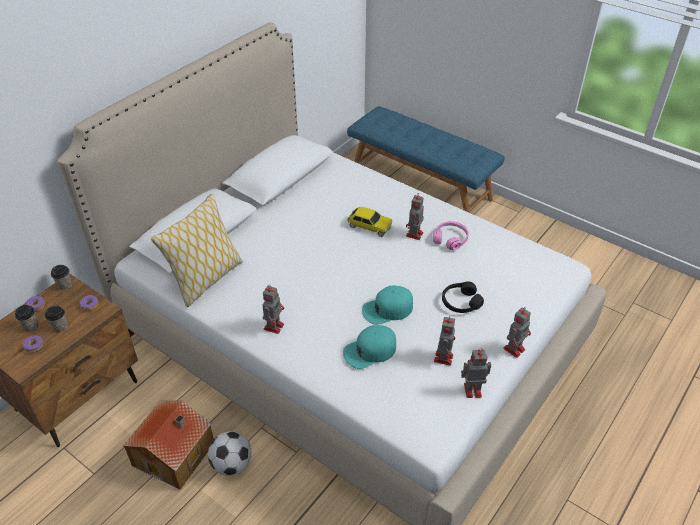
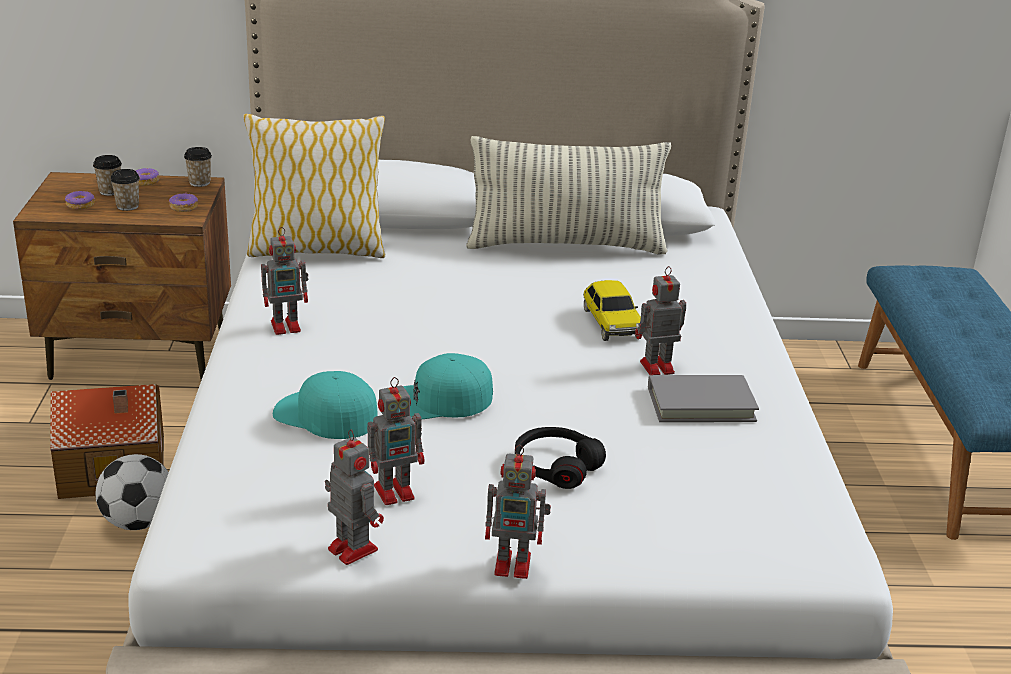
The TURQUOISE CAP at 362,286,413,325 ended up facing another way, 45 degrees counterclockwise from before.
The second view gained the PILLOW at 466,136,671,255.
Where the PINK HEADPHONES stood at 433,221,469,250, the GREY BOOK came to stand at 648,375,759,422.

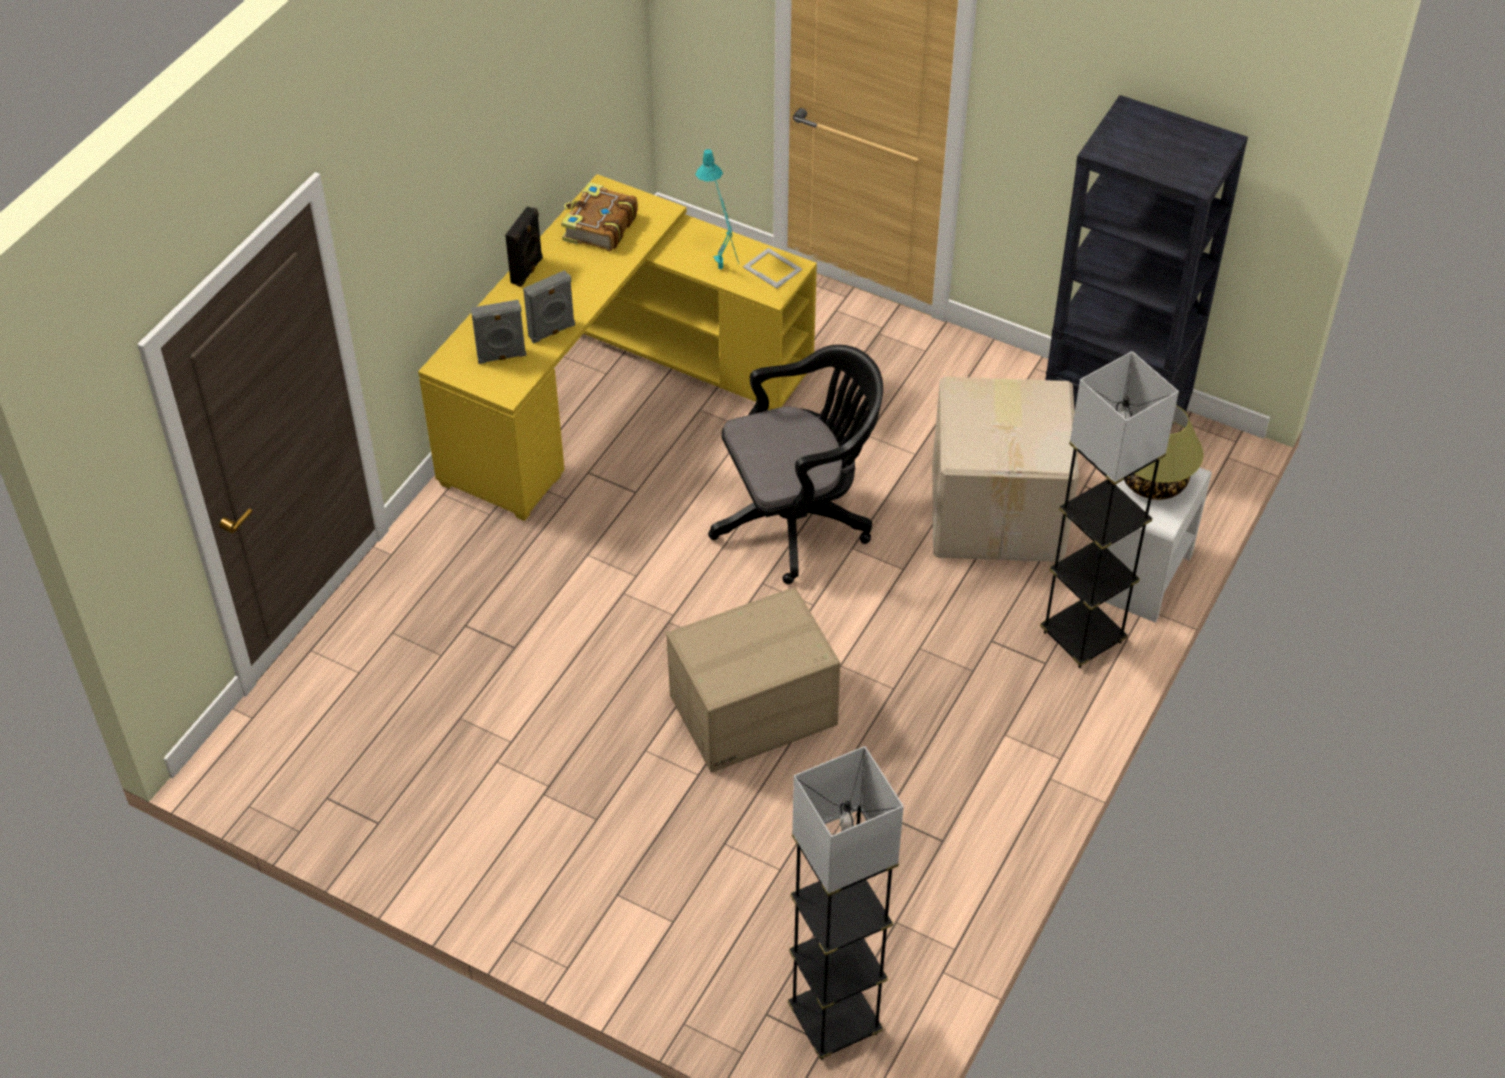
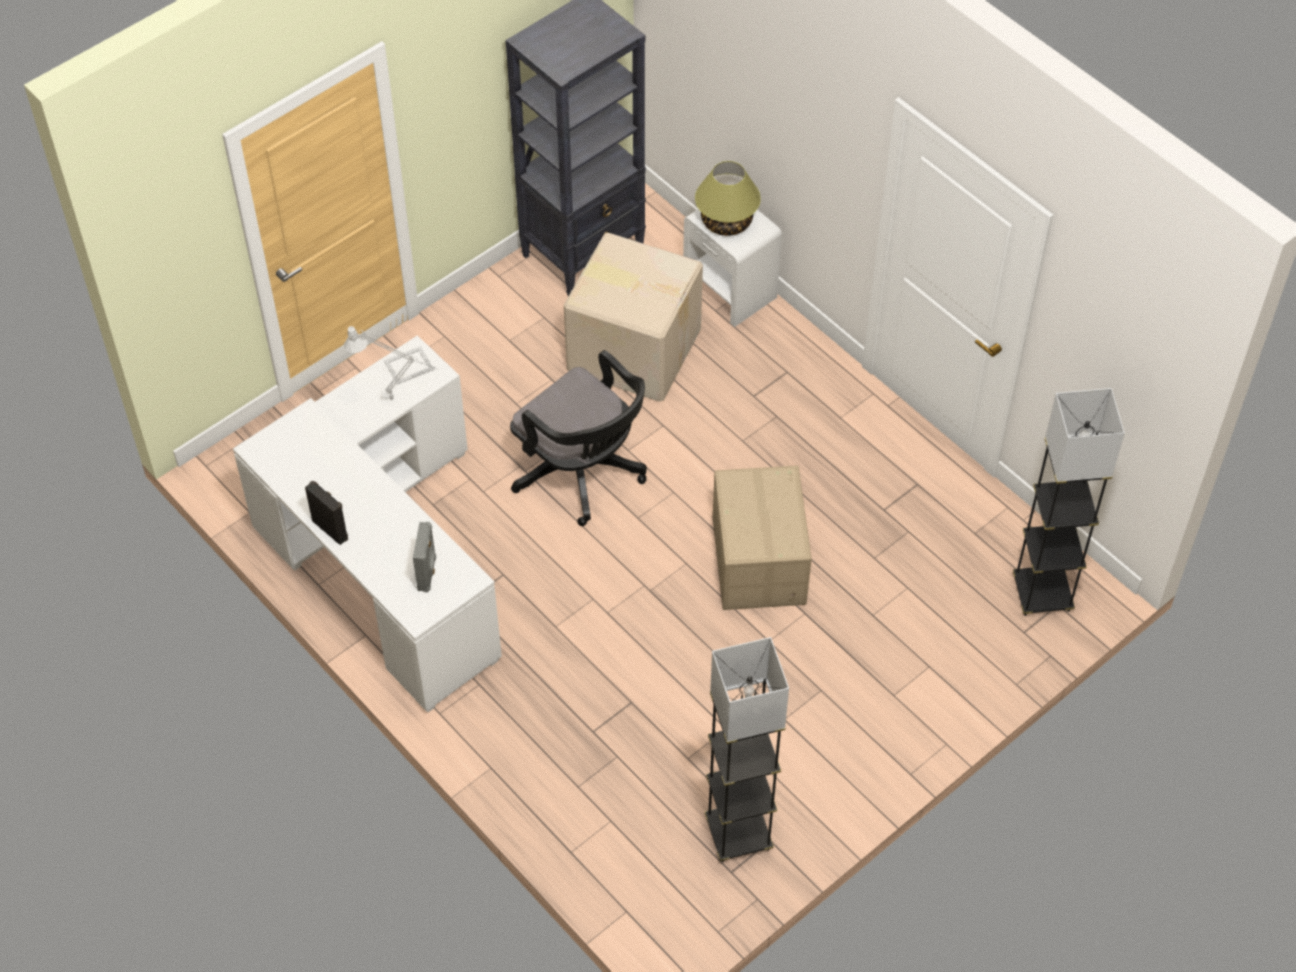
What was the YELLOW DESK at 418,174,817,521 turned into the WHITE DESK at 233,335,502,712.
What was the TURQUOISE TABLE LAMP at 695,149,739,269 turned into the GREY TABLE LAMP at 344,326,439,400.
The BLACK OFFICE CHAIR at 708,345,883,584 ended up facing another way, 135 degrees clockwise from before.
The GREY FLOOR LAMP ended up elsewhere, having gone from 1040,351,1179,668 to 705,637,789,862.
The second view lost the GREY SPEAKER at 523,270,575,344.
The second view lost the BOOK at 561,182,638,252.

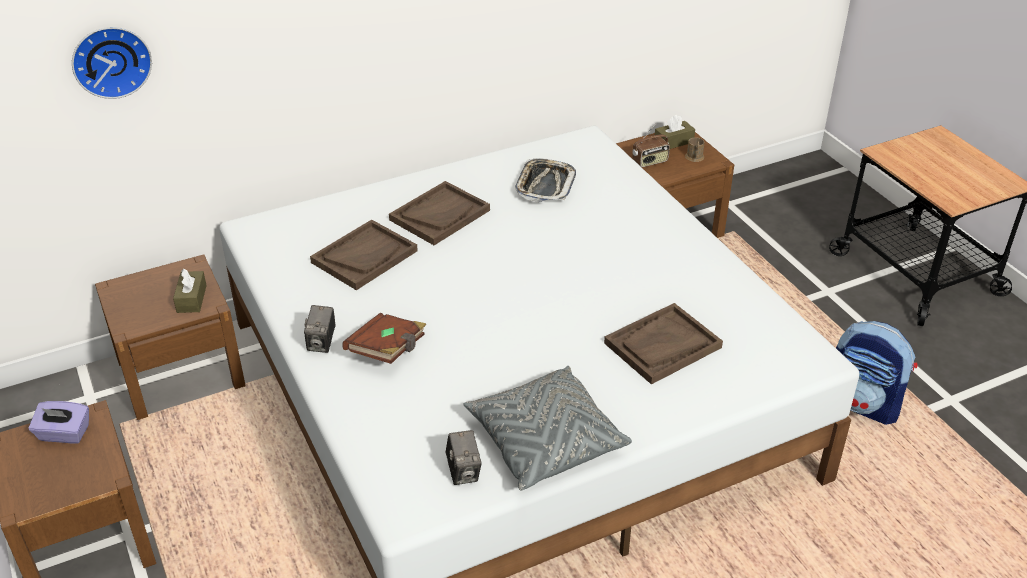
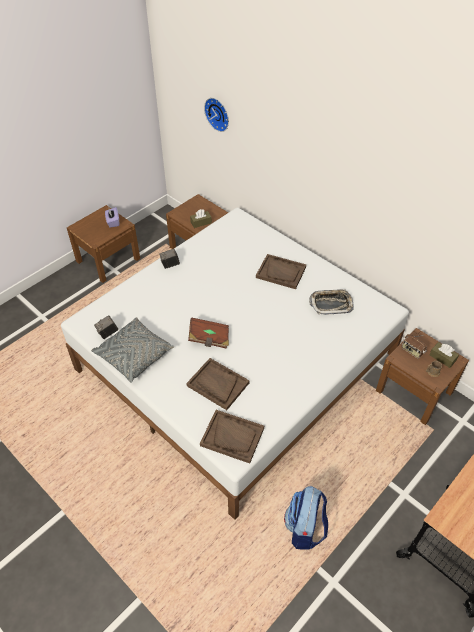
The BROWN BOOK ended up elsewhere, having gone from 342,313,427,364 to 188,317,229,349.
The BROWN TRAY ended up elsewhere, having gone from 310,220,418,290 to 200,410,264,464.

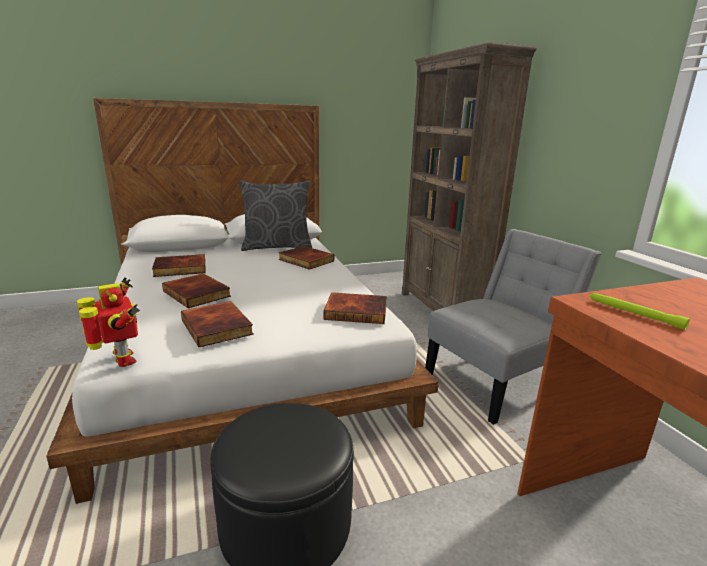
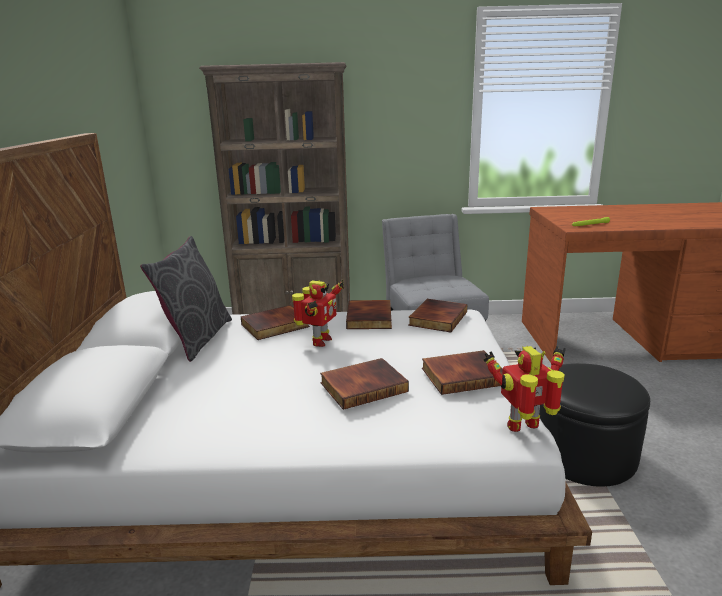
The second view gained the TOY ROBOT at 292,280,344,347.
The BOOK ended up elsewhere, having gone from 152,254,205,277 to 346,300,392,329.

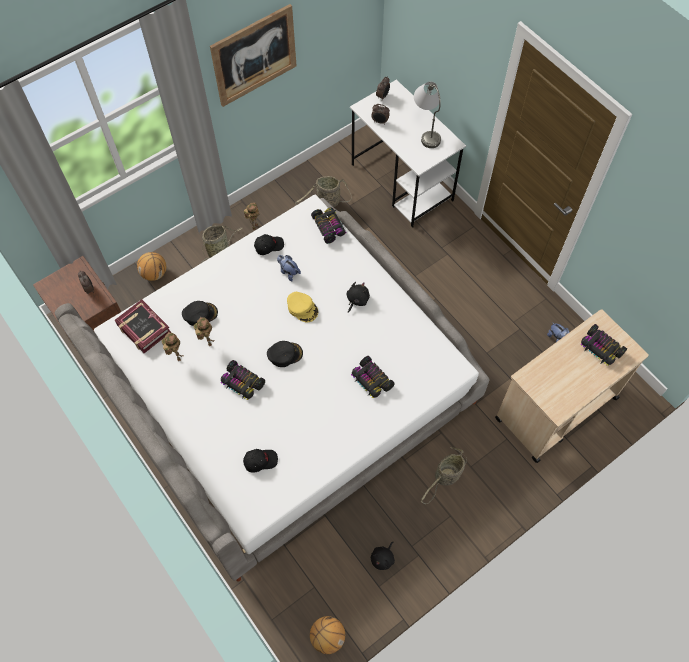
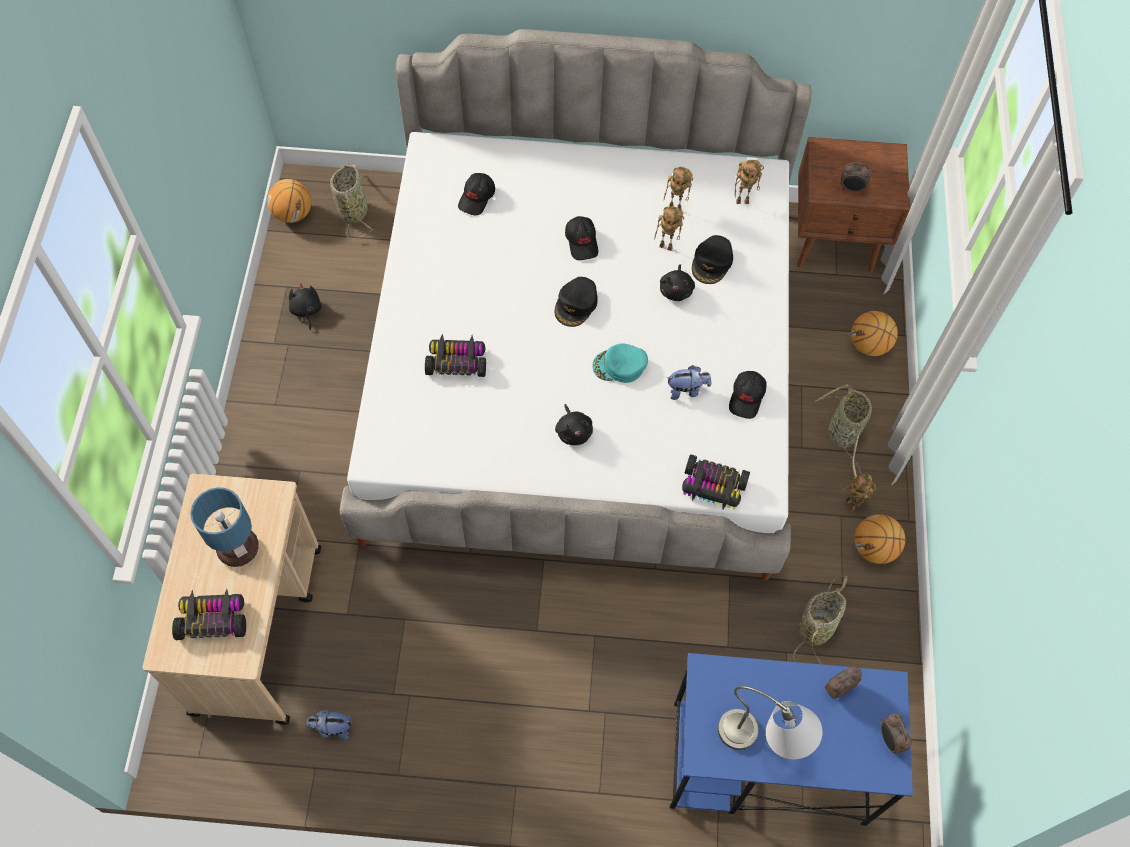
The second view gained the TABLE LAMP at 190,487,259,567.
The BASKET ended up elsewhere, having gone from 421,447,467,504 to 330,164,374,238.
Where the TOY CAR stood at 221,360,265,400, the BLACK CAP came to stand at 565,216,598,260.
What was the YELLOW CAP at 287,292,318,322 turned into the TURQUOISE CAP at 592,344,648,383.
The second view gained the BLACK PLUSH TOY at 660,264,695,301.
What was the WHITE DESK at 350,79,466,228 turned into the BLUE DESK at 670,653,913,826.
Where the BOOK stood at 115,300,171,353, the TOY ROBOT came to stand at 735,160,764,204.
The second view gained the BASKETBALL at 855,514,905,564.
The second view lost the PICTURE at 210,4,297,107.

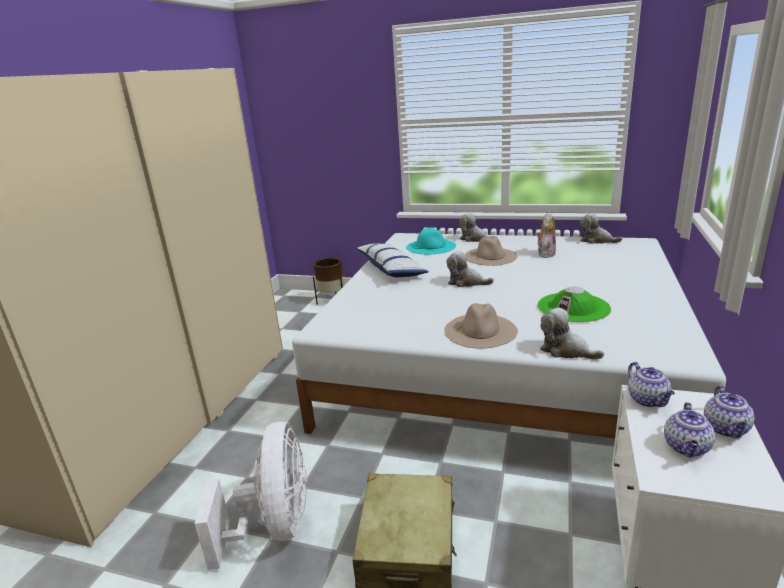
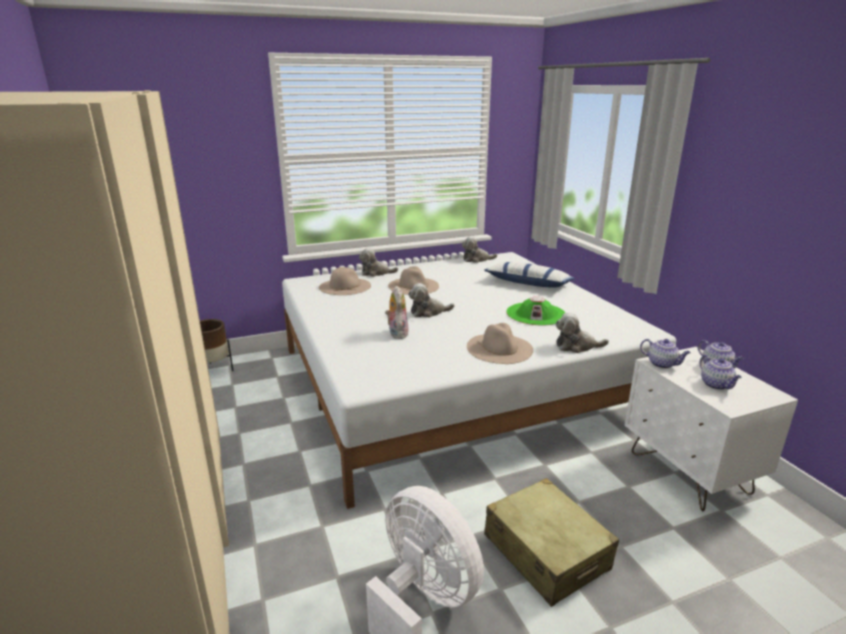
What was the TURQUOISE HAT at 406,228,456,254 turned into the BEIGE HAT at 319,267,371,295.
The PLUSH TOY ended up elsewhere, having gone from 537,212,556,258 to 385,286,409,339.
The PILLOW ended up elsewhere, having gone from 356,243,429,277 to 484,262,574,288.

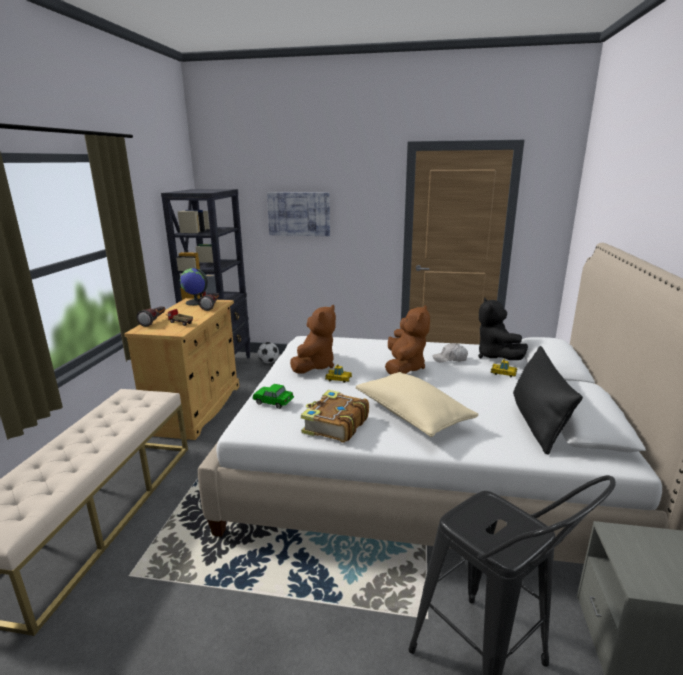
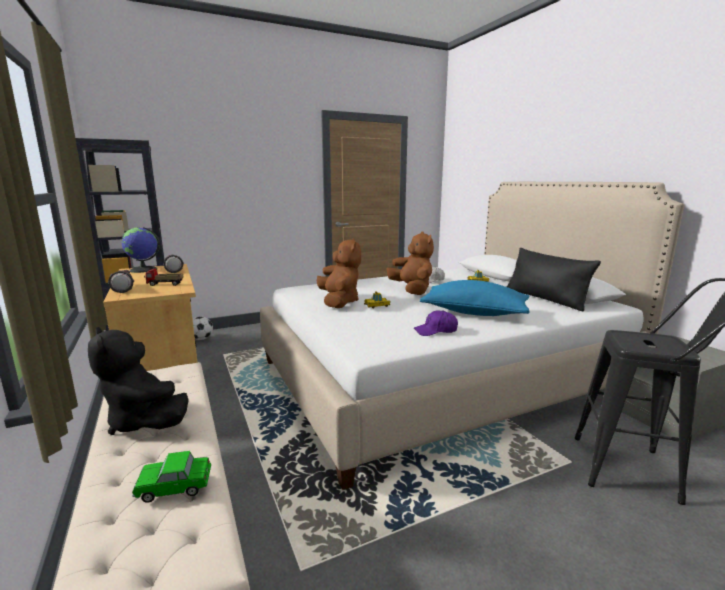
The BLACK PLUSH TOY ended up elsewhere, having gone from 478,298,528,360 to 88,327,189,435.
The TOY CAR ended up elsewhere, having gone from 252,384,294,409 to 132,451,211,503.
Where the BOOK stood at 301,390,369,443, the PURPLE CAP came to stand at 414,310,458,336.
What was the BEIGE PILLOW at 355,372,479,437 turned into the BLUE PILLOW at 420,280,530,316.
The second view lost the PICTURE at 267,192,330,236.

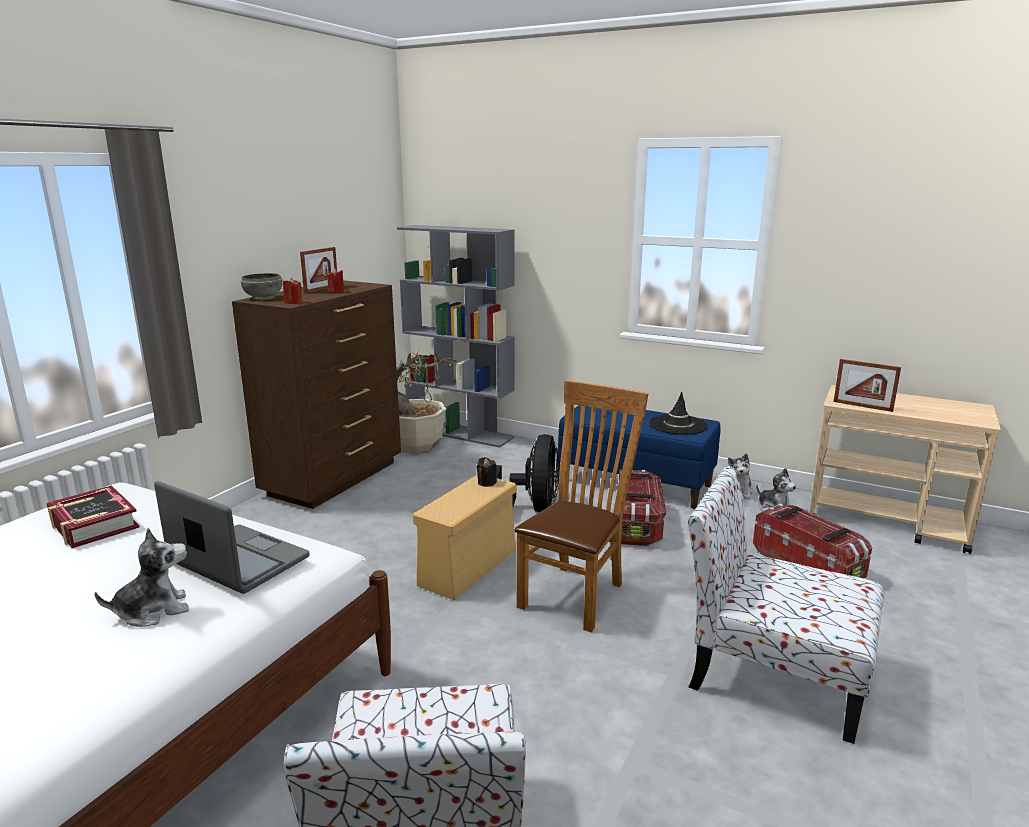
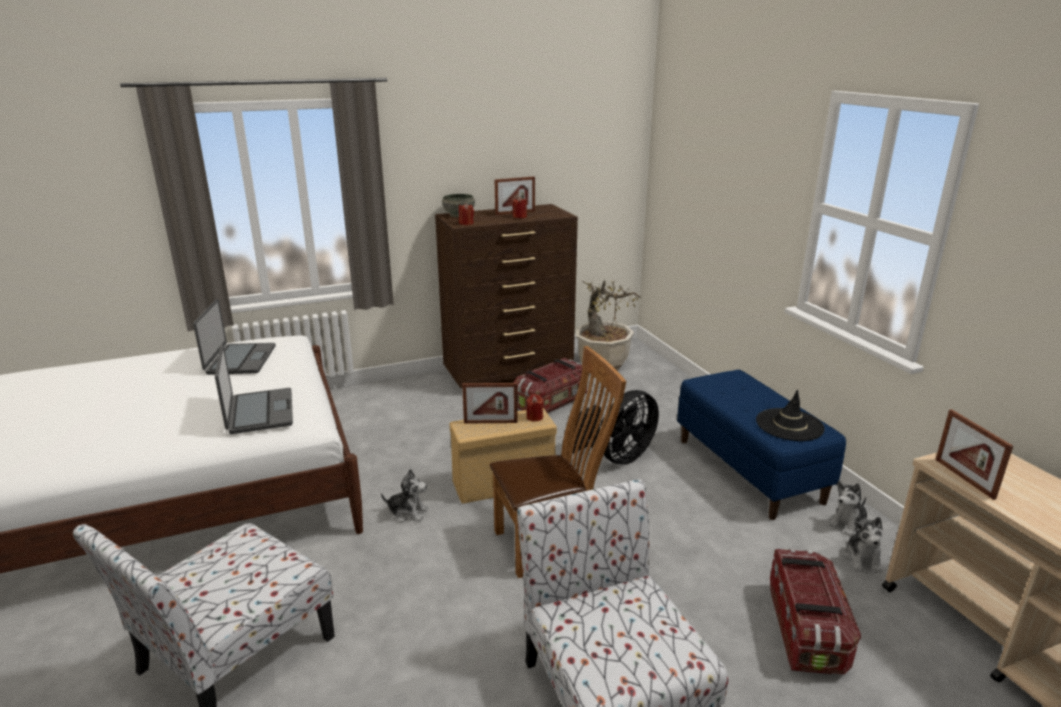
Where the BOOK stood at 47,485,140,548, the LAPTOP came to stand at 193,299,276,375.
The PLUSH TOY ended up elsewhere, having gone from 94,528,189,627 to 381,469,428,522.
The second view gained the PICTURE FRAME at 462,383,517,424.
The STORAGE BOX ended up elsewhere, having gone from 617,470,666,546 to 514,358,587,413.
What was the BLACK CANDLE at 477,457,497,487 turned into the RED CANDLE at 526,394,544,421.
The second view lost the GREY BOOKCASE at 397,225,515,448.

